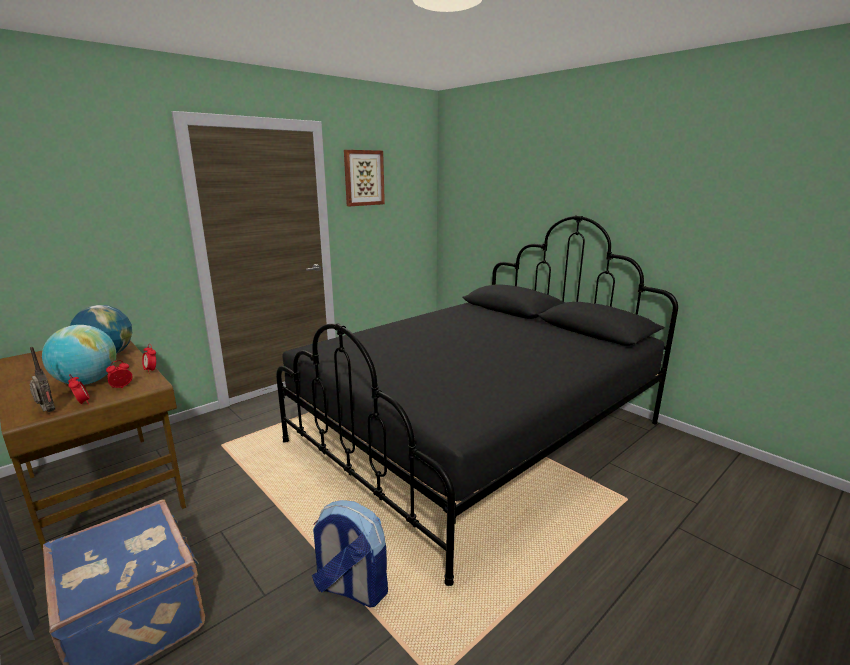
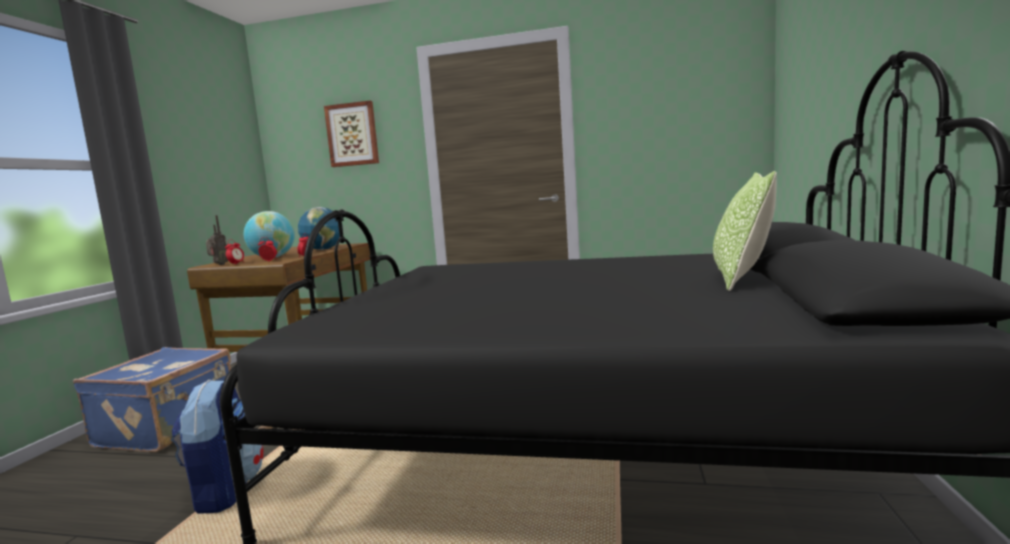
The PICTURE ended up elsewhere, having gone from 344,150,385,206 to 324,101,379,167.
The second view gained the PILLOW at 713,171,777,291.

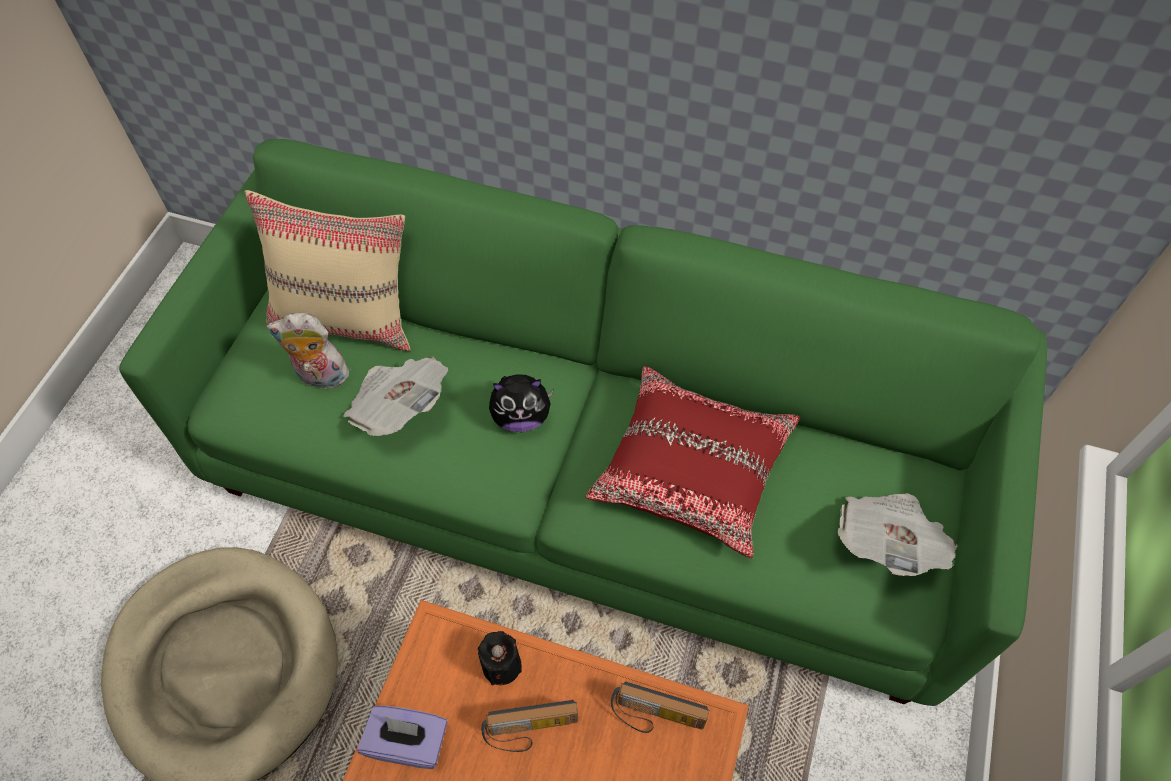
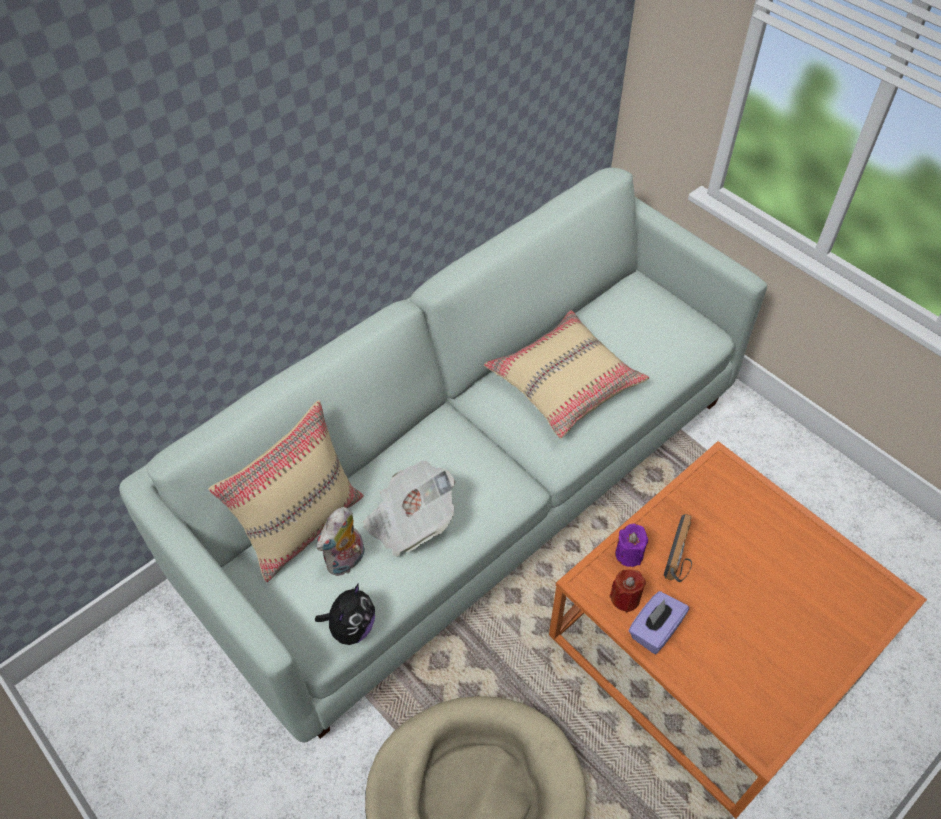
What was the GREEN SOFA at 119,139,1047,706 turned into the WHITE SOFA at 119,168,767,743.
The PLUSH TOY ended up elsewhere, having gone from 489,374,554,432 to 315,583,375,645.
What was the RED PILLOW at 586,366,800,558 turned into the BEIGE PILLOW at 484,310,649,438.
The second view gained the RED CANDLE at 609,570,646,612.
What was the BLACK CANDLE at 478,631,522,686 turned into the PURPLE CANDLE at 615,524,648,567.
The second view lost the RADIO at 611,681,709,733.
The second view lost the NEWSPAPER at 837,493,958,576.

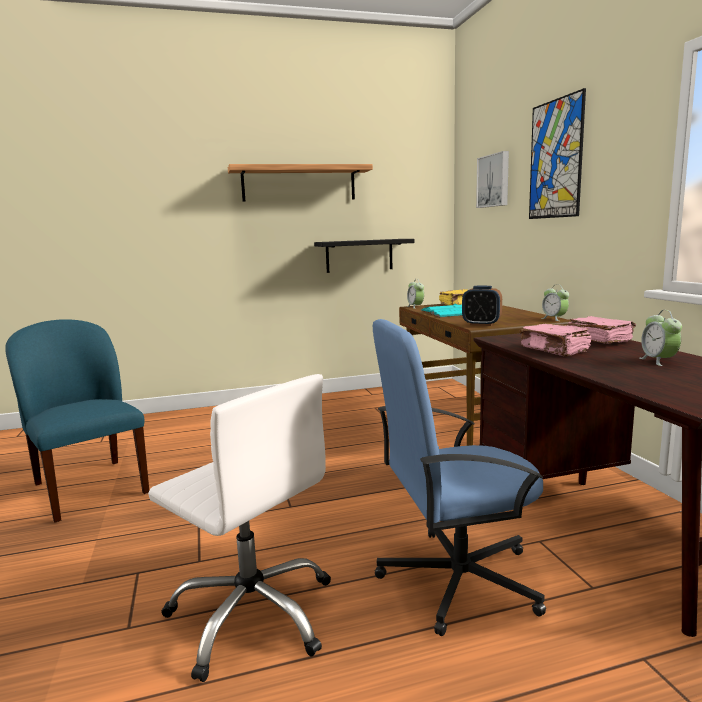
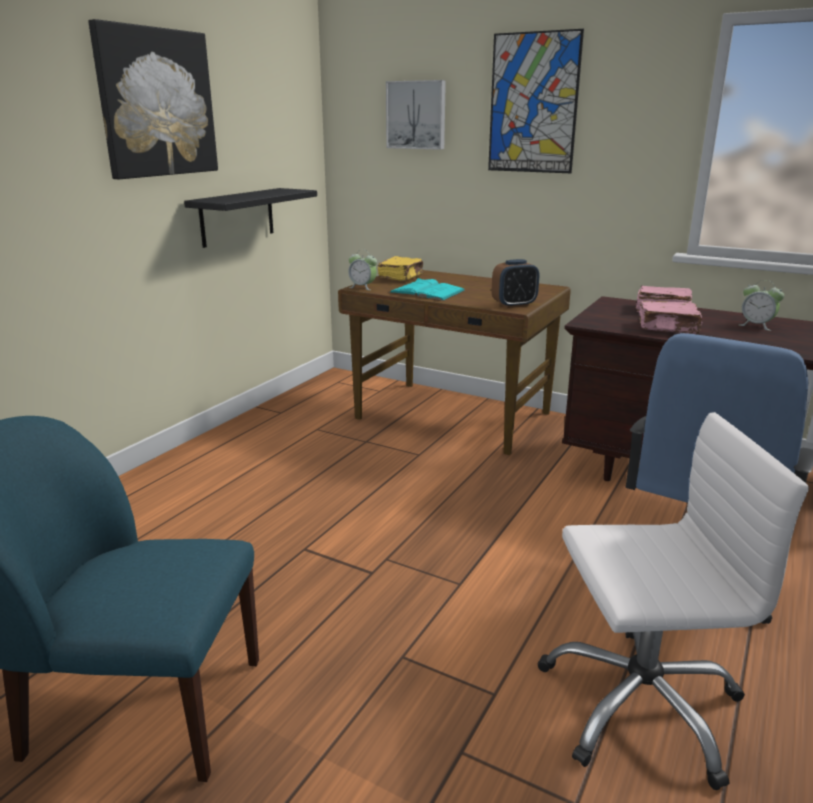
Where the SHELF hung at 228,164,373,202, the PICTURE came to hang at 88,19,218,179.
The second view lost the ALARM CLOCK at 541,284,569,321.

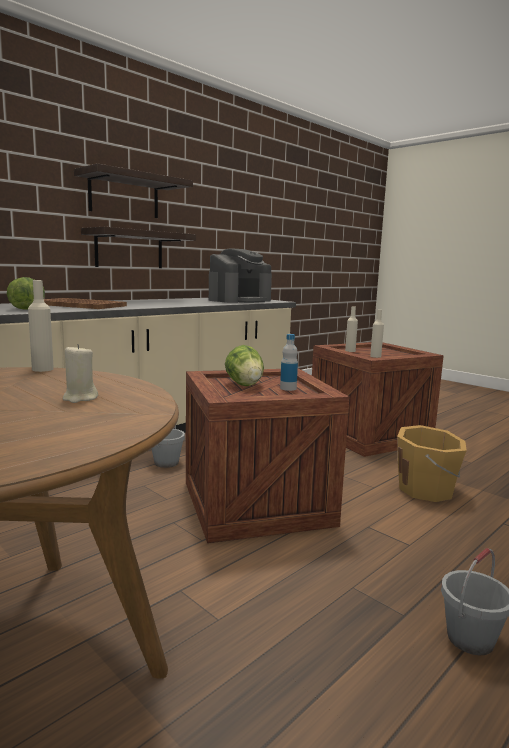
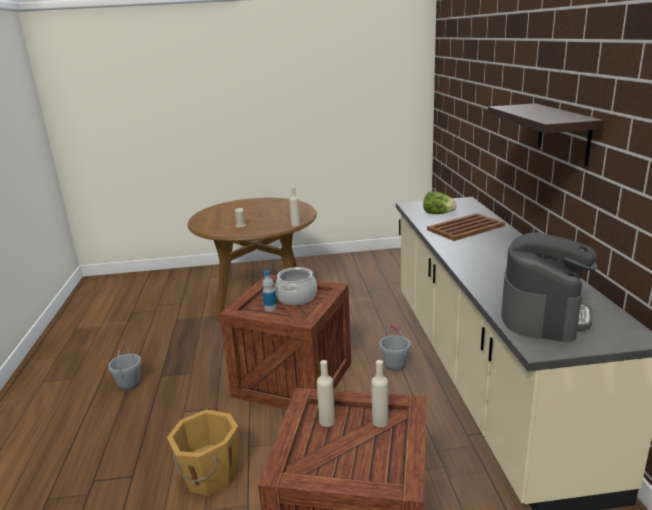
Where the LETTUCE stood at 225,345,264,386, the COOKING POT came to stand at 275,267,317,305.
The COFFEE MACHINE at 209,248,272,303 ended up facing another way, 150 degrees counterclockwise from before.
The second view lost the SHELF at 81,227,196,268.

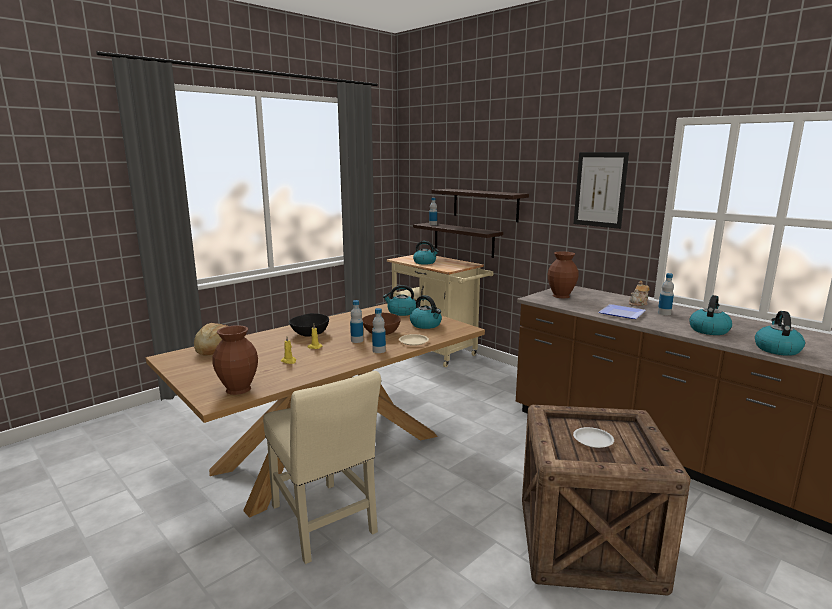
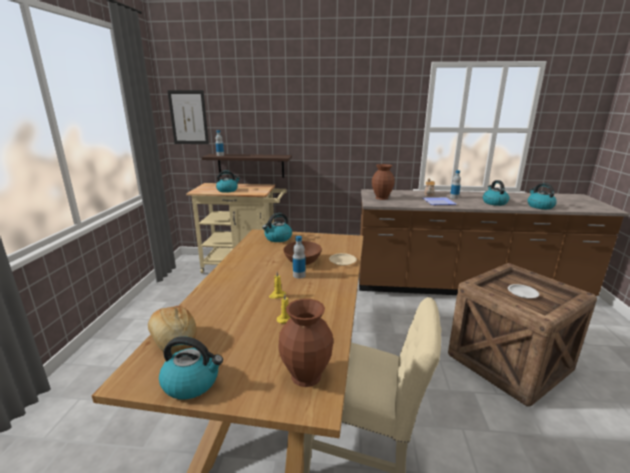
The KETTLE ended up elsewhere, having gone from 410,295,442,329 to 159,336,223,399.
The PICTURE ended up elsewhere, having gone from 574,152,629,229 to 167,90,209,144.
The second view lost the BLACK BOWL at 289,313,329,337.
The second view lost the BOTTLE at 372,308,386,353.
The second view lost the SHELF at 432,189,529,222.

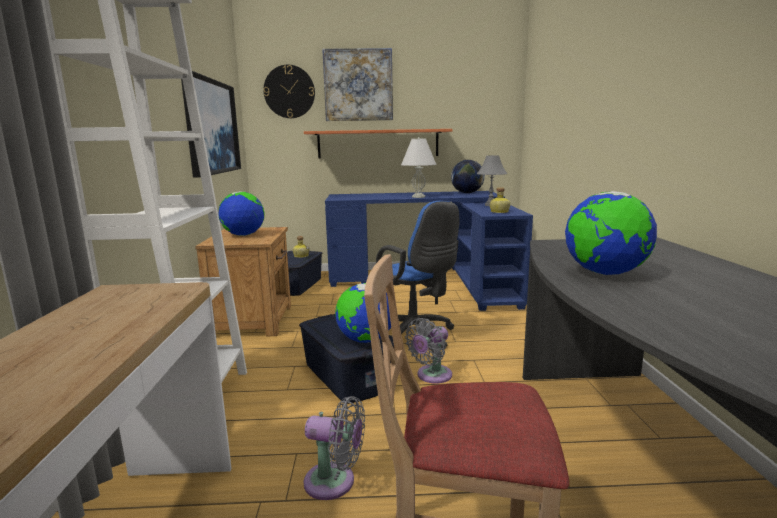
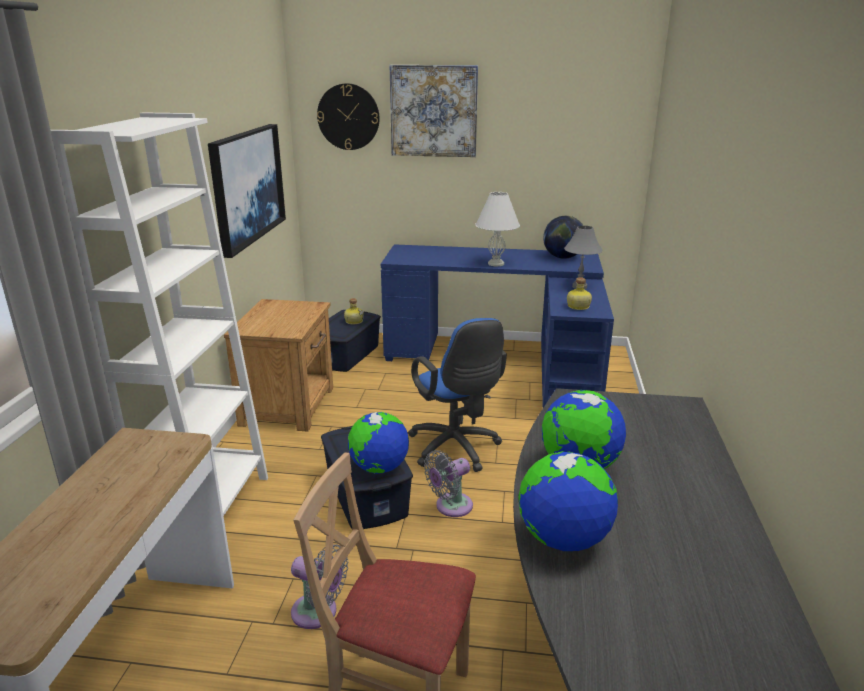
The GLOBE ended up elsewhere, having gone from 218,191,265,236 to 518,451,618,551.
The second view lost the SHELF at 304,129,453,158.

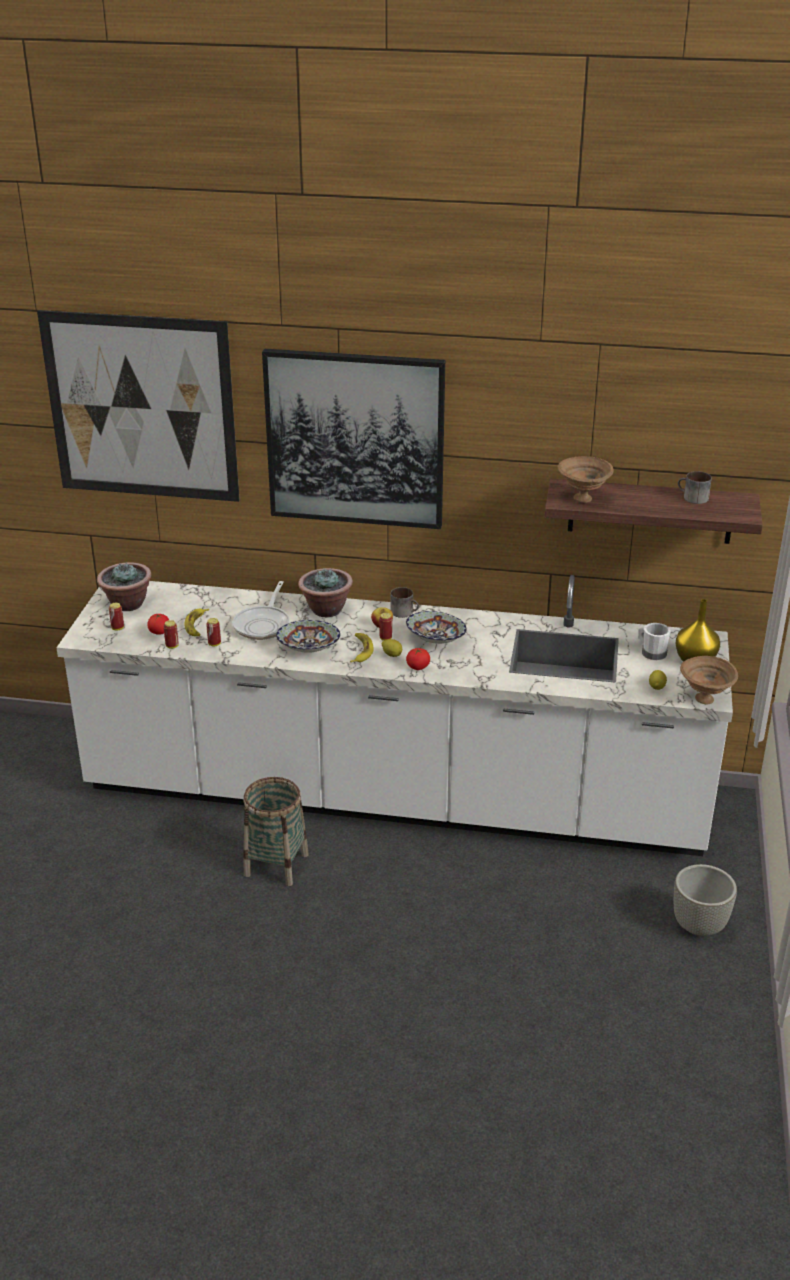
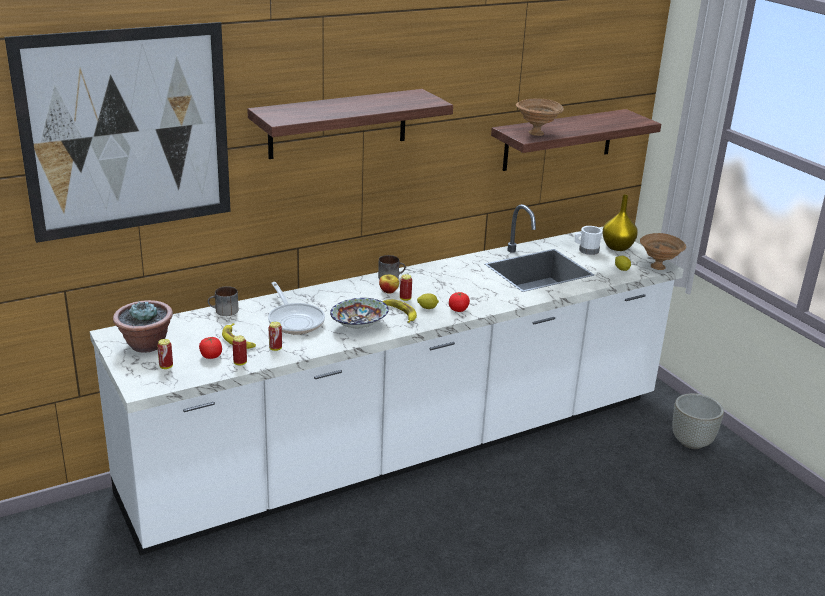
The MUG ended up elsewhere, having gone from 678,471,712,504 to 207,286,238,316.
Where the PICTURE hung at 262,349,445,529, the SHELF came to hang at 247,89,453,159.
The second view lost the BASKET at 243,777,309,886.
The second view lost the POTTED PLANT at 298,568,353,617.
The second view lost the BOWL at 406,611,467,644.

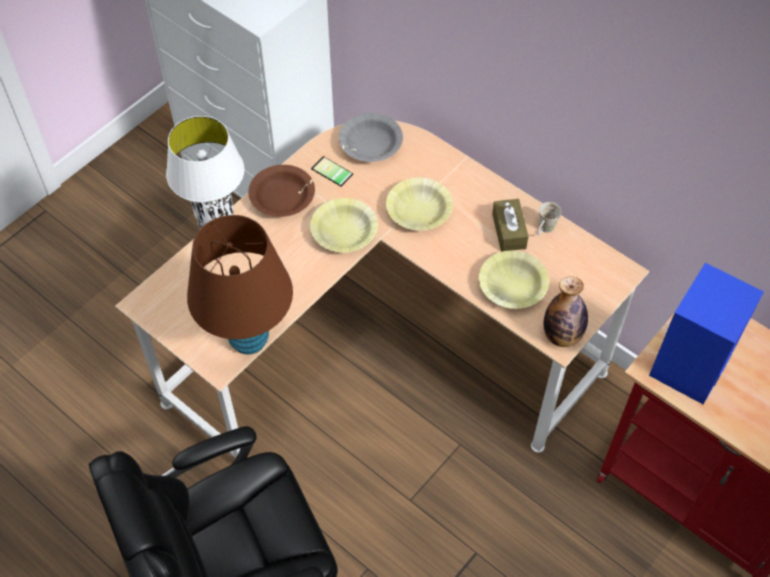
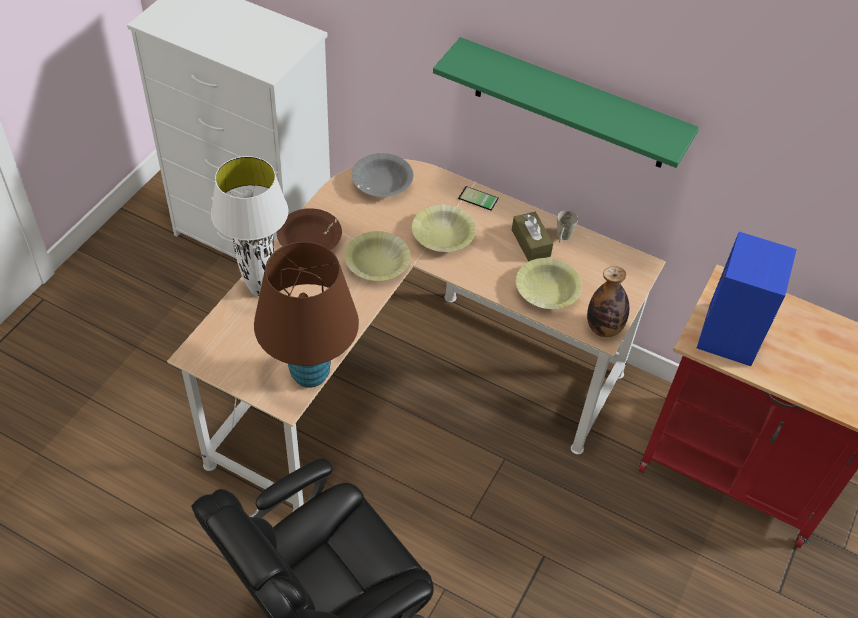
The second view gained the GREEN SHELF at 433,37,699,168.
The PHONE ended up elsewhere, having gone from 311,156,353,186 to 458,186,499,211.

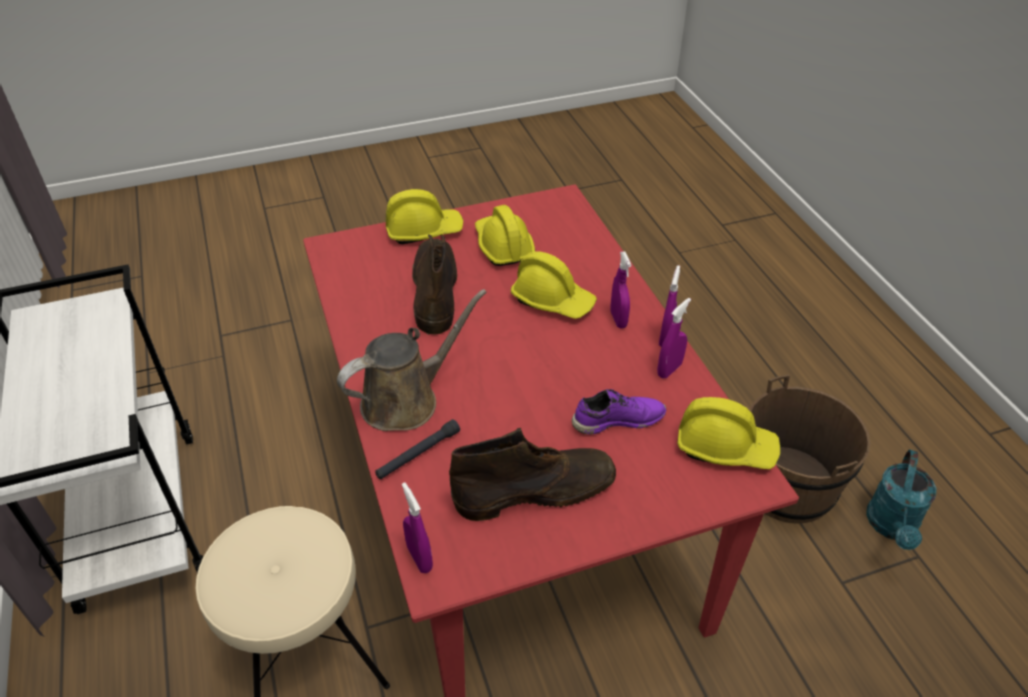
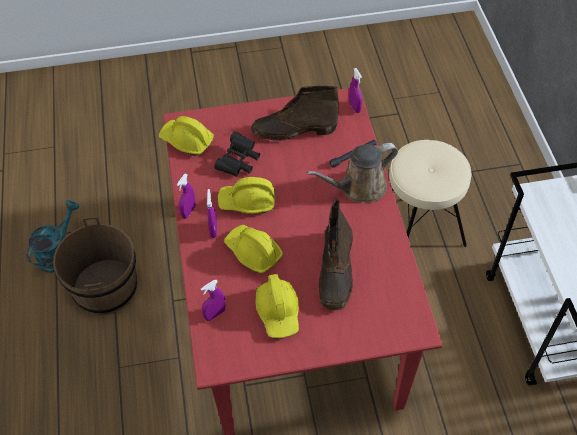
The PURPLE SPRAY BOTTLE ended up elsewhere, having gone from 657,298,691,378 to 201,280,226,321.
Where the PURPLE SHOE stood at 572,389,666,434, the BLACK BINOCULARS came to stand at 214,131,260,177.
The YELLOW HARD HAT ended up elsewhere, having gone from 386,189,463,244 to 217,177,275,214.

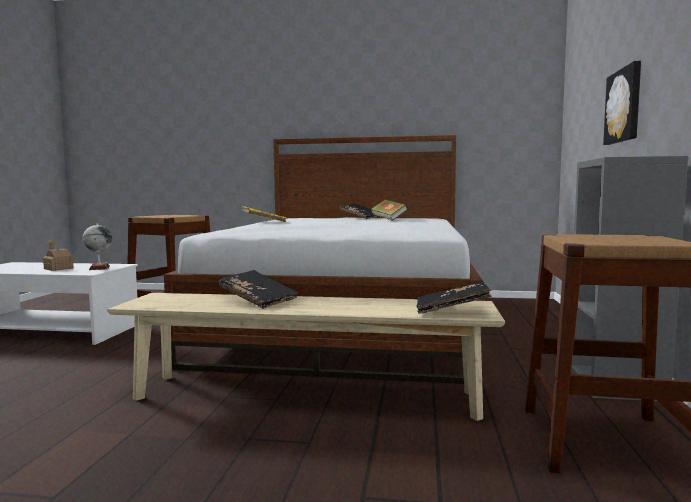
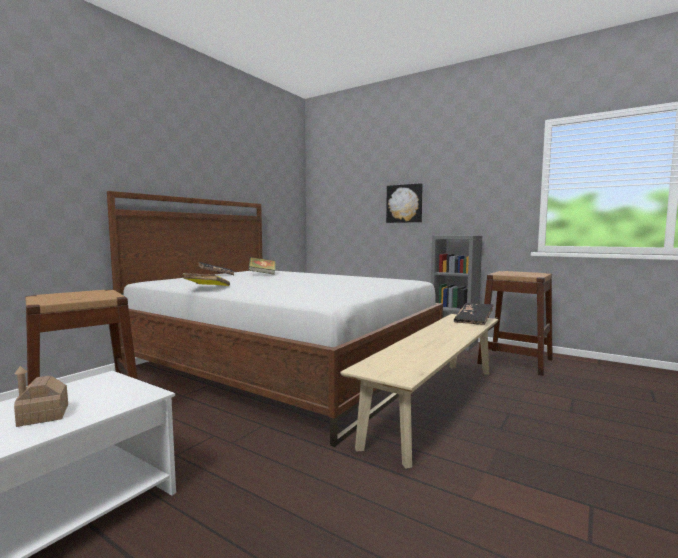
The second view lost the GLOBE at 82,223,112,270.
The second view lost the BLACK BOOK at 219,270,298,309.

